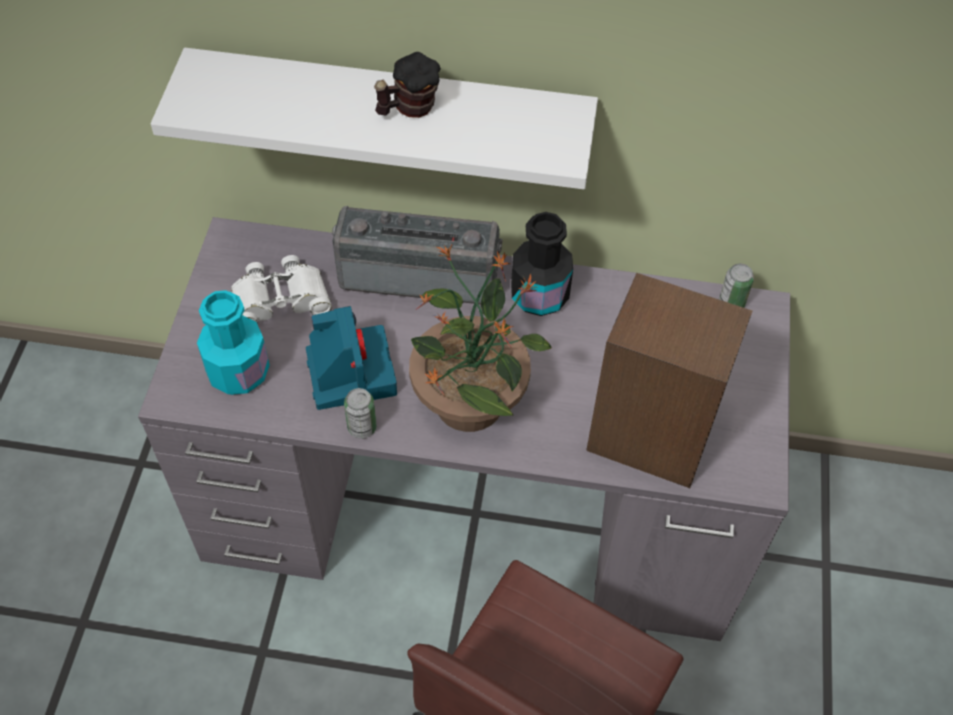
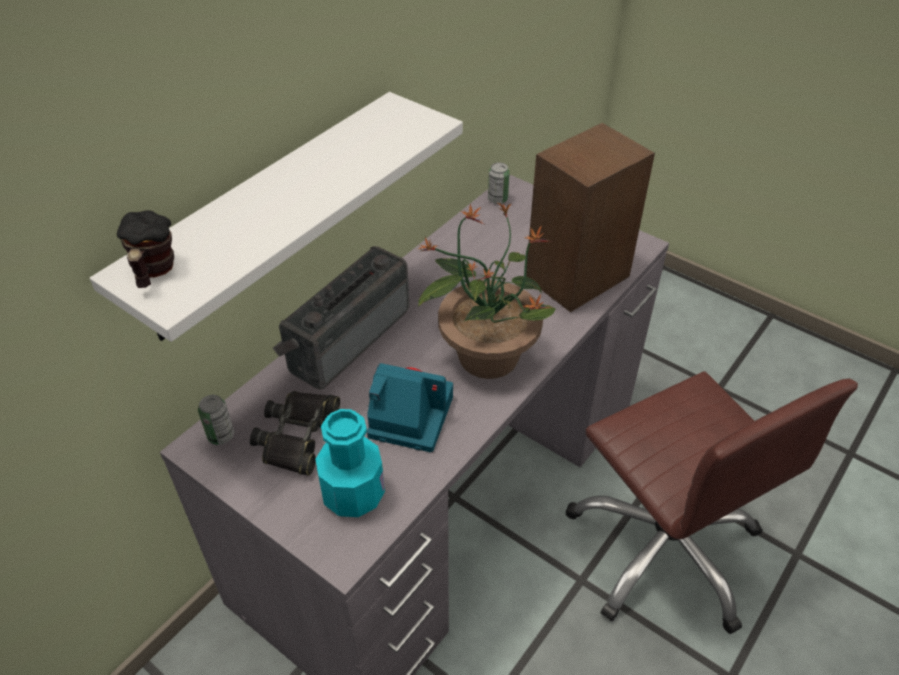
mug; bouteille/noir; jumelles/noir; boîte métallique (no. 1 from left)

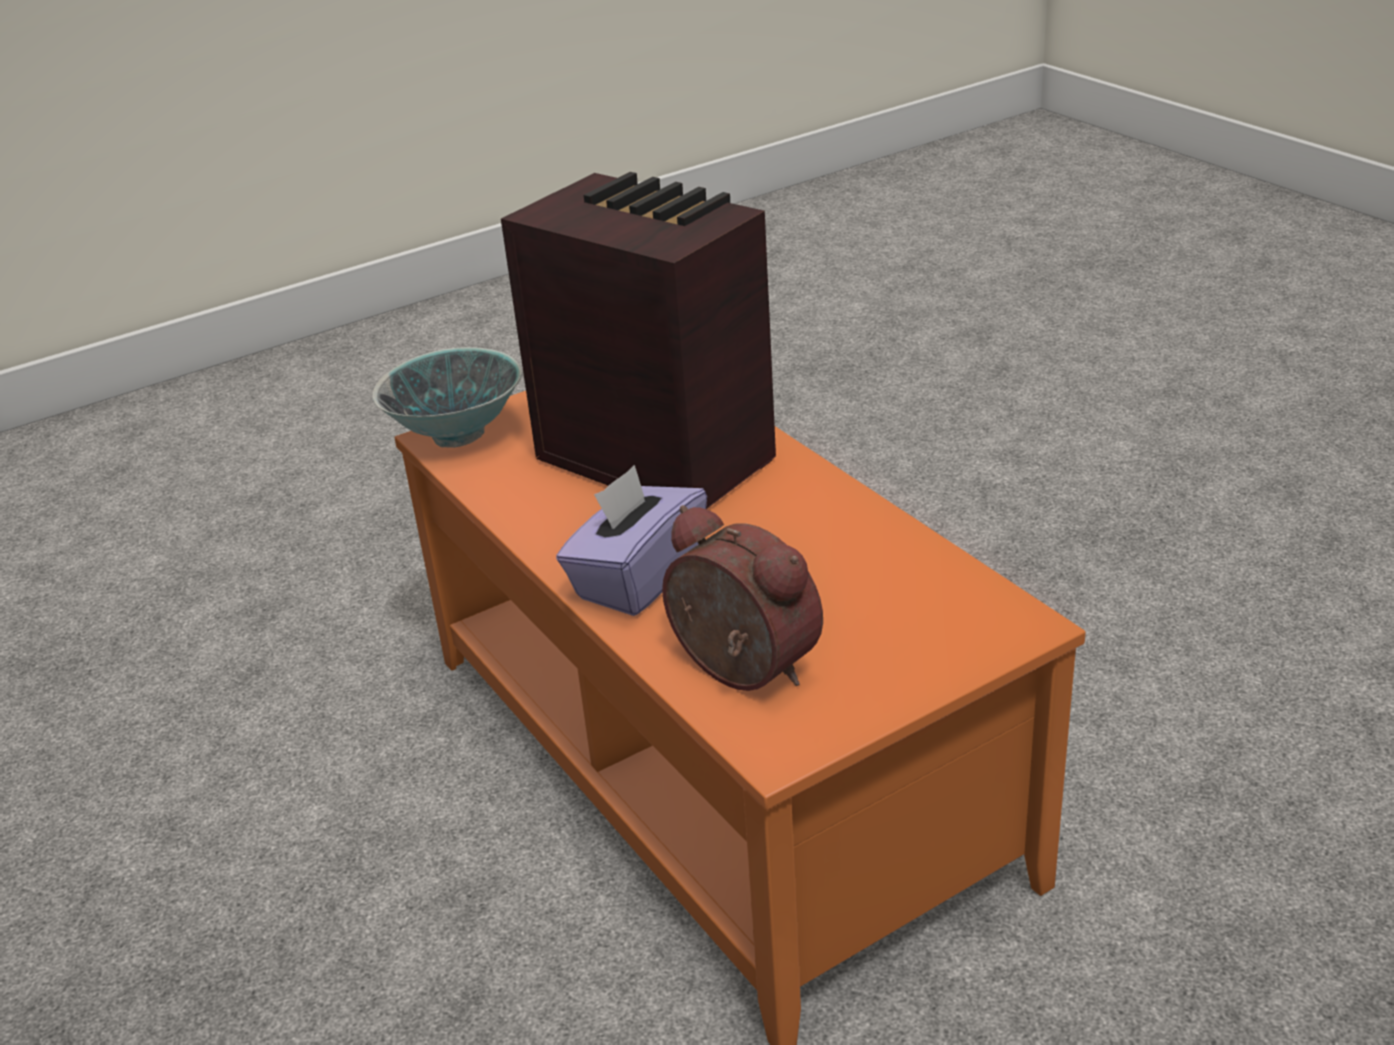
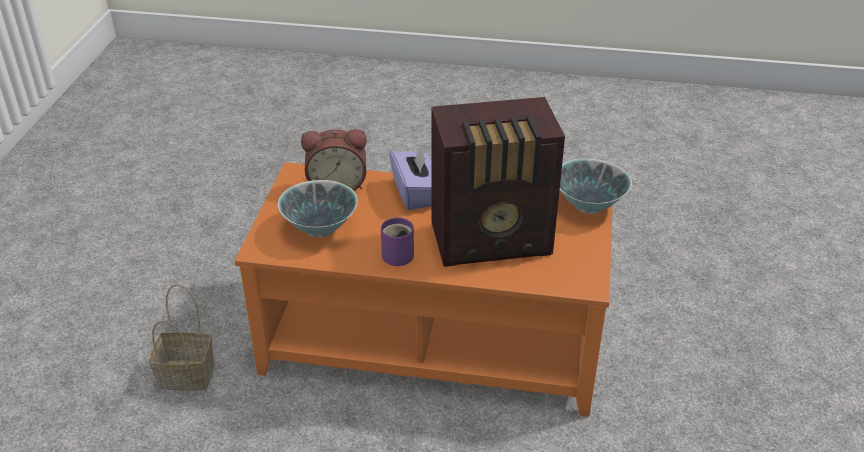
bol (no. 1 from left); mug/violet; panier

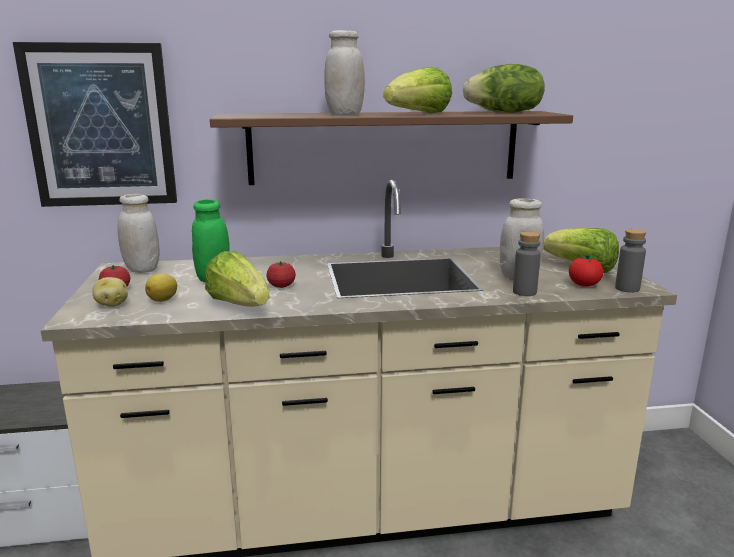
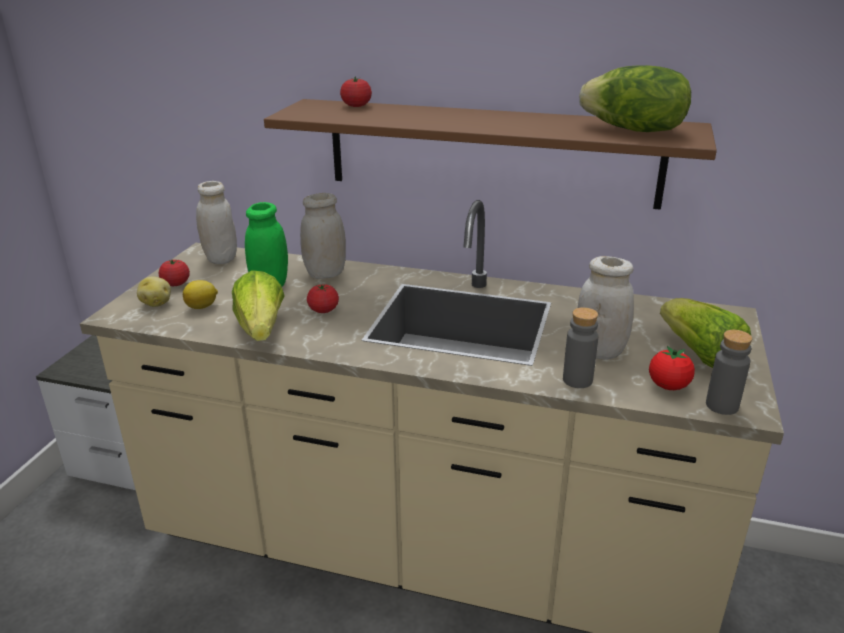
bocal/blanc (no. 2 from left); tableau; laitue (no. 2 from left in the first image); tomate (no. 3 from left)

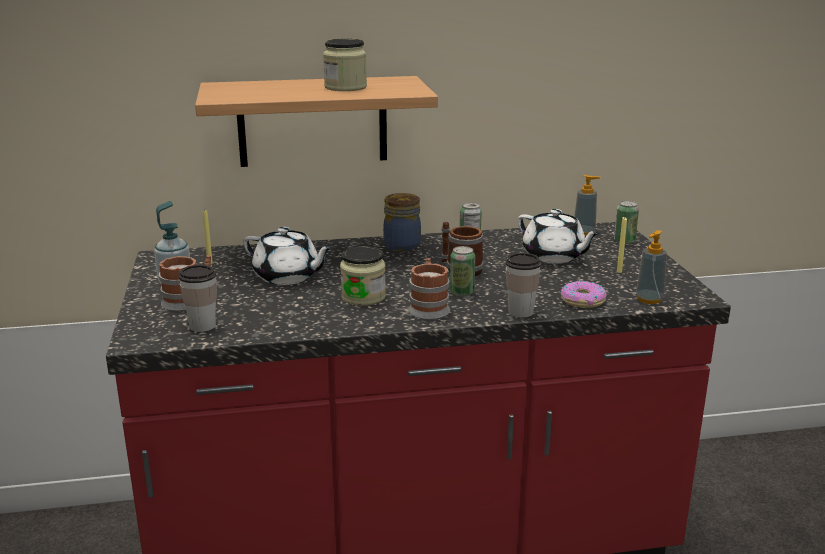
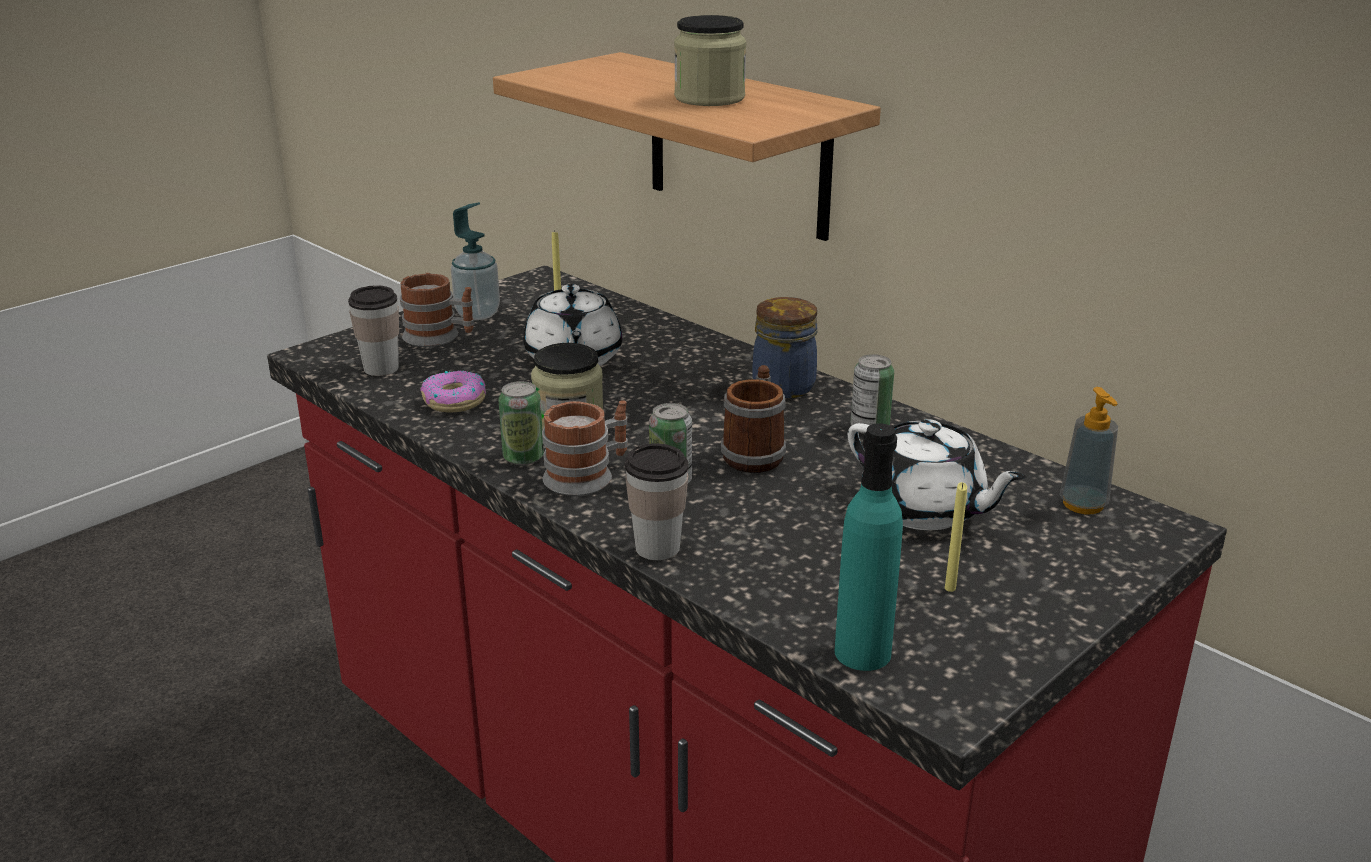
boîte métallique (no. 1 from left); théière/blanc (no. 2 from left); bouteille/turquoise; beignet

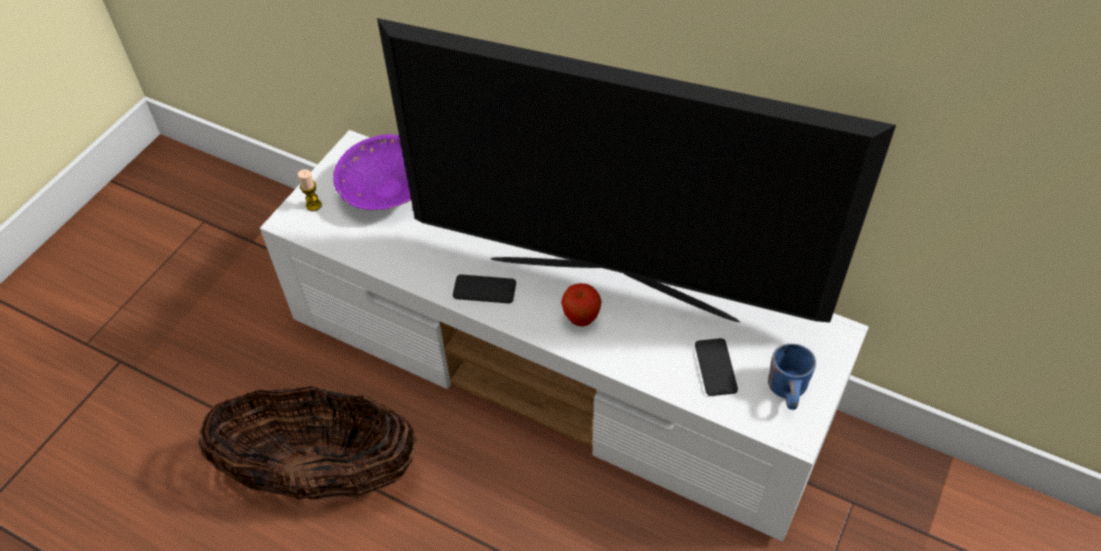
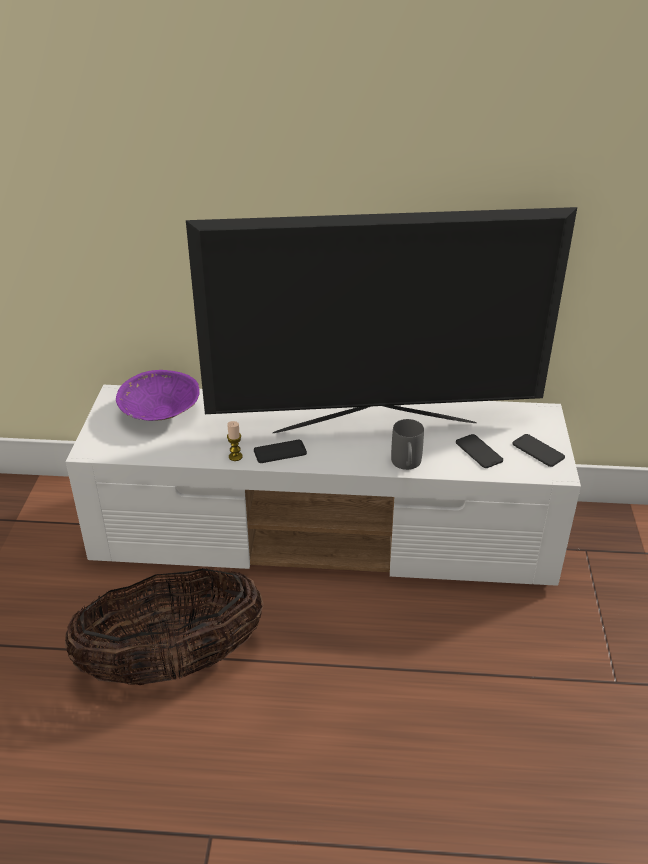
bougie; pomme; téléphone (no. 3 from left); mug/gris

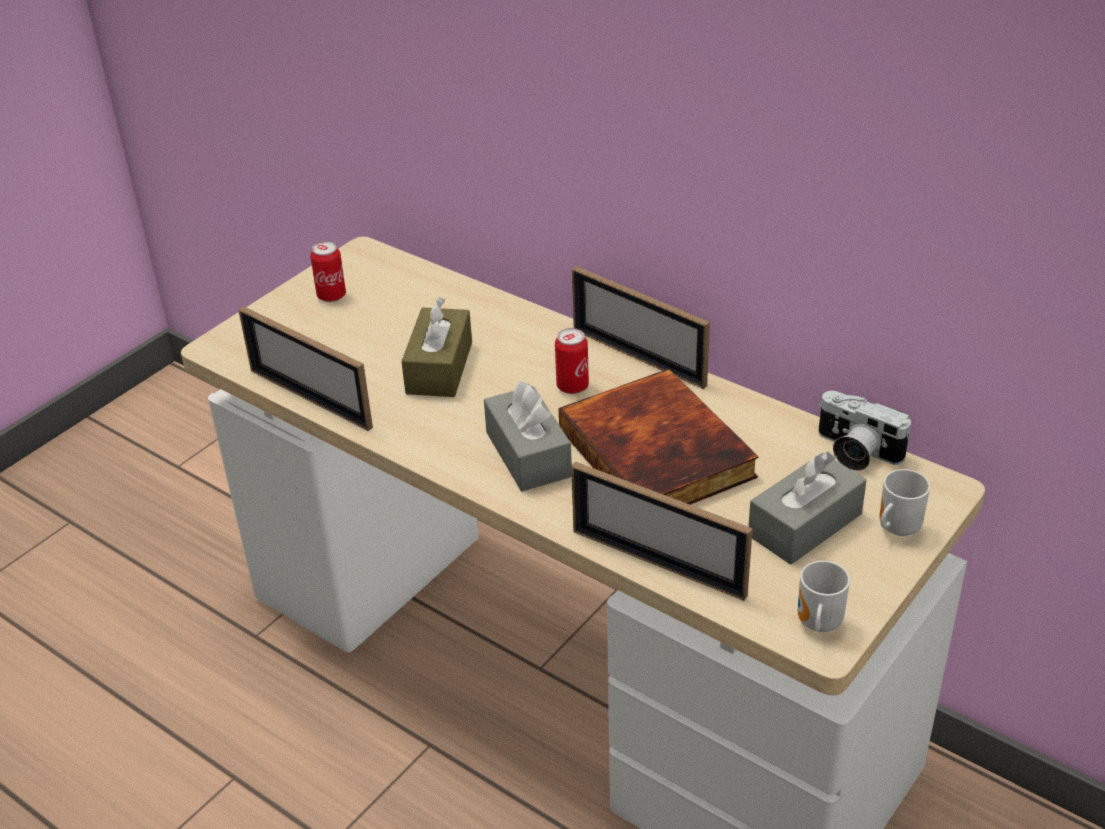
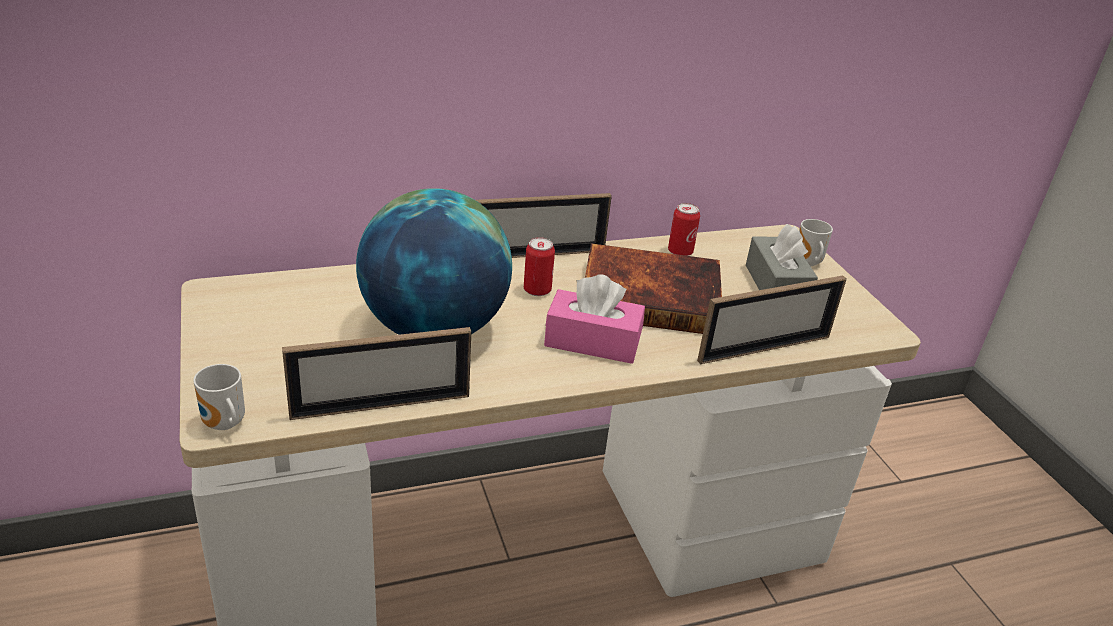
boîte métallique (no. 2 from left); globe; boîte à mouchoirs/rose; appareil photo; mug (no. 1 from left)

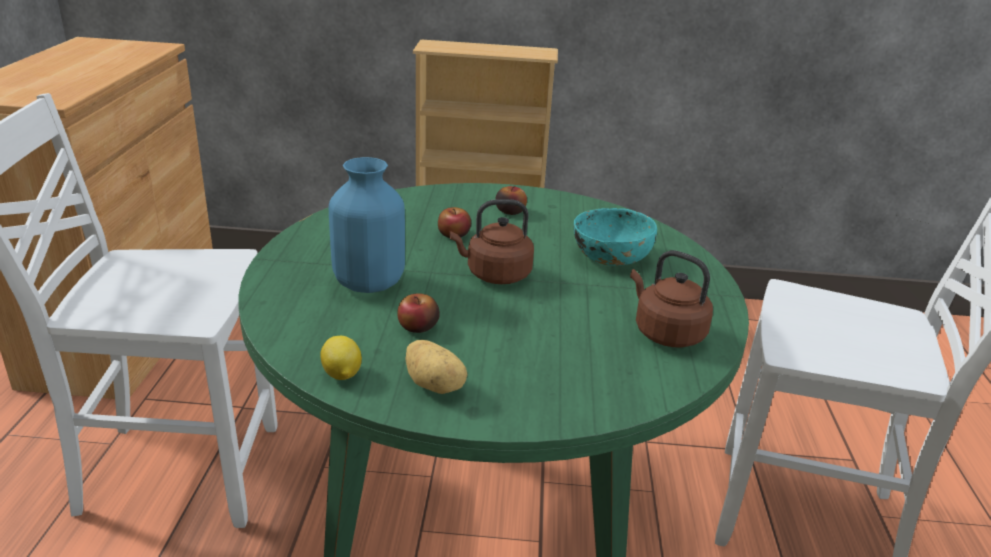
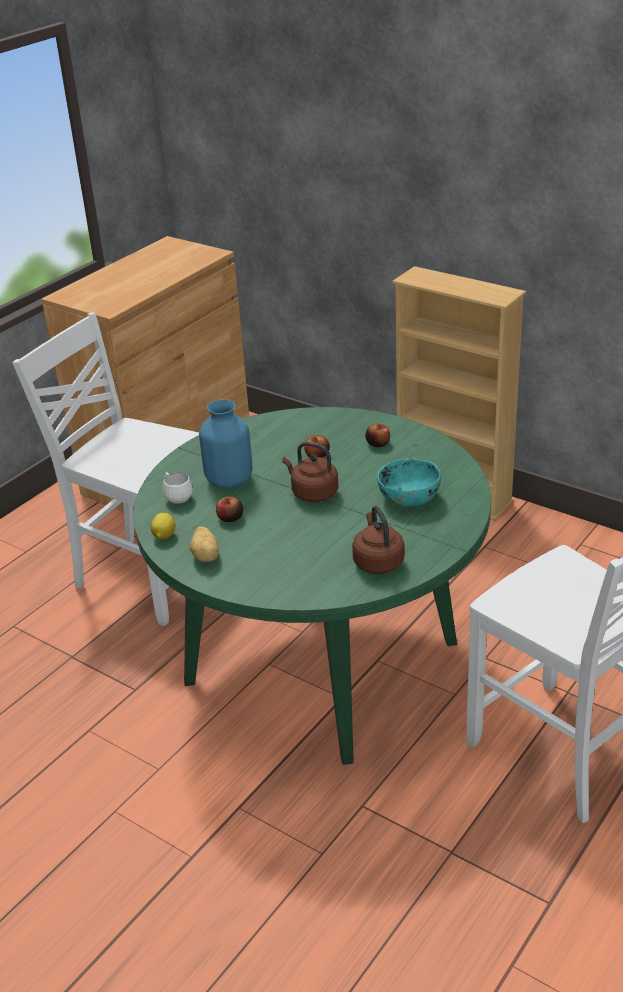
mug/blanc

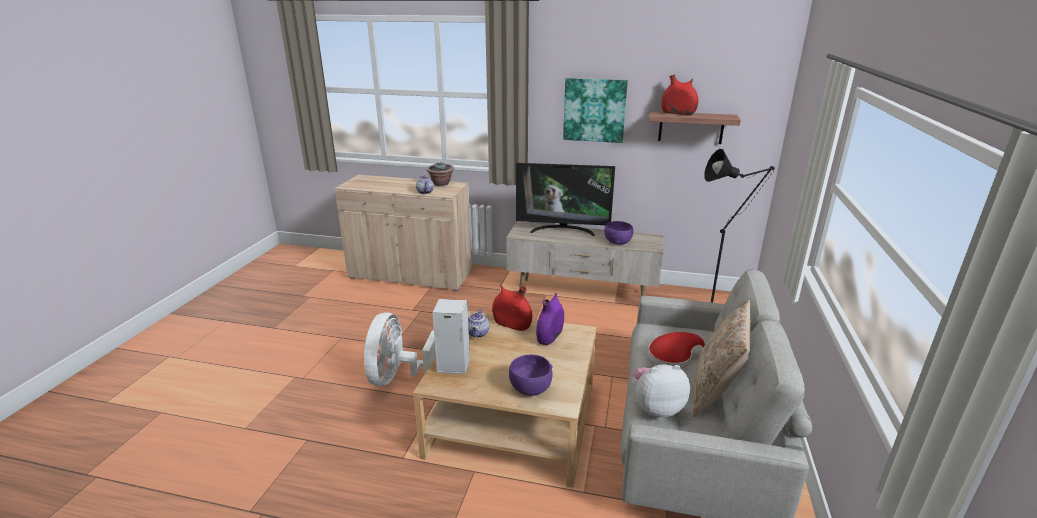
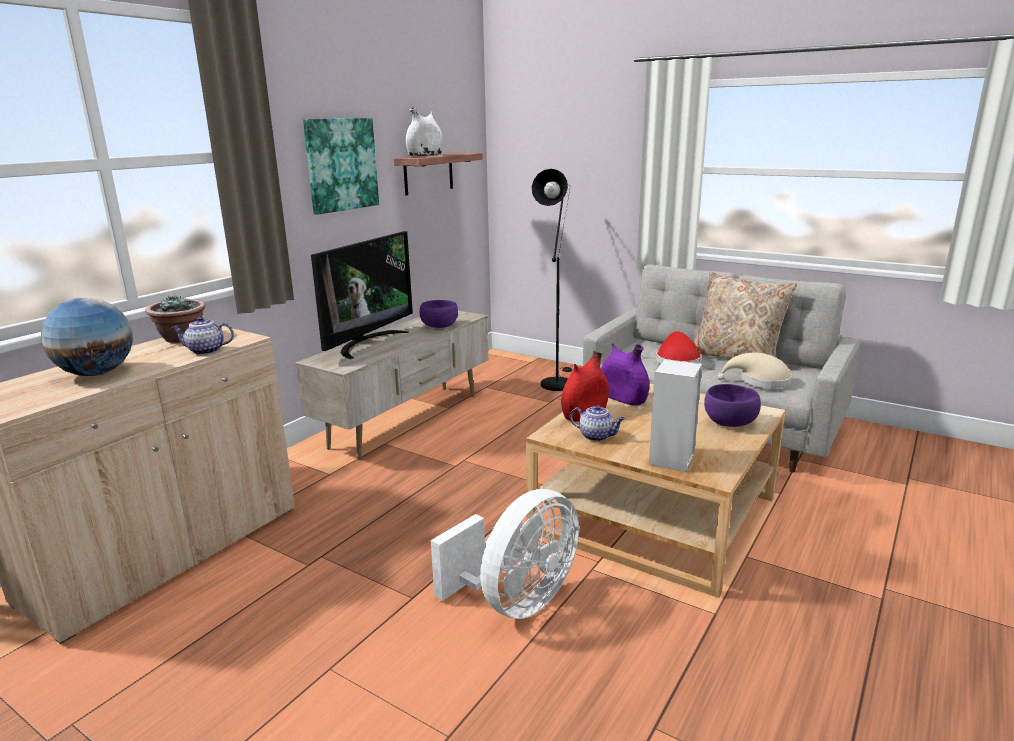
vase/blanc; ventilateur/blanc; chapeau/beige; globe

